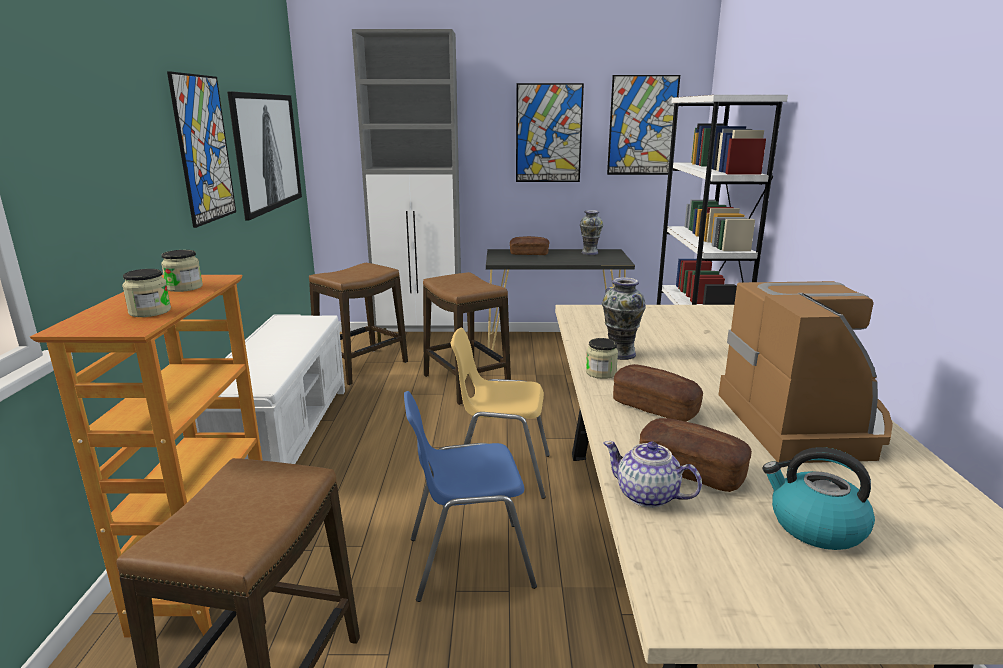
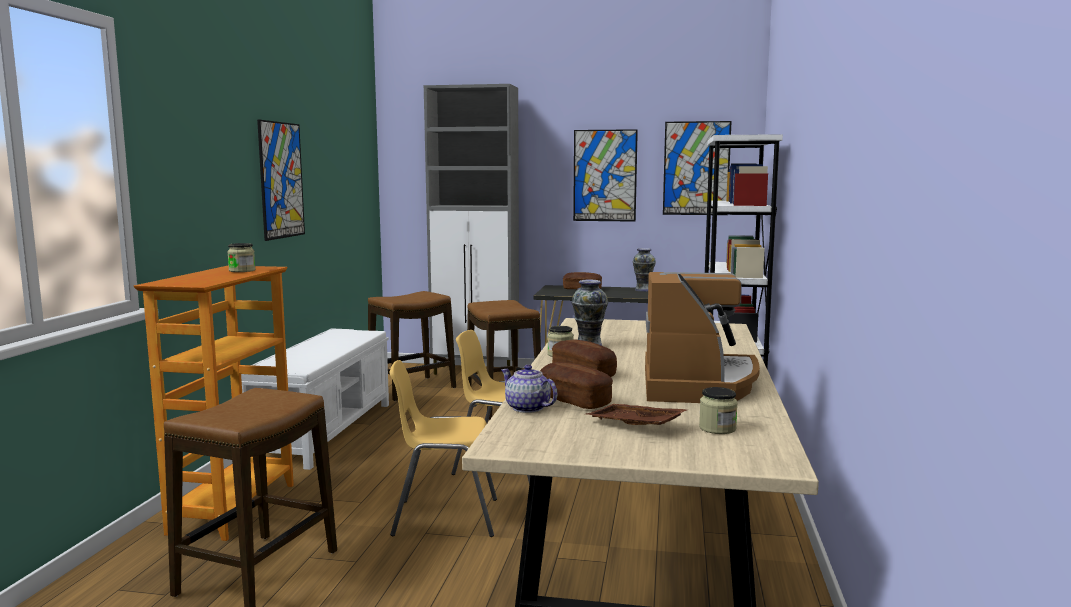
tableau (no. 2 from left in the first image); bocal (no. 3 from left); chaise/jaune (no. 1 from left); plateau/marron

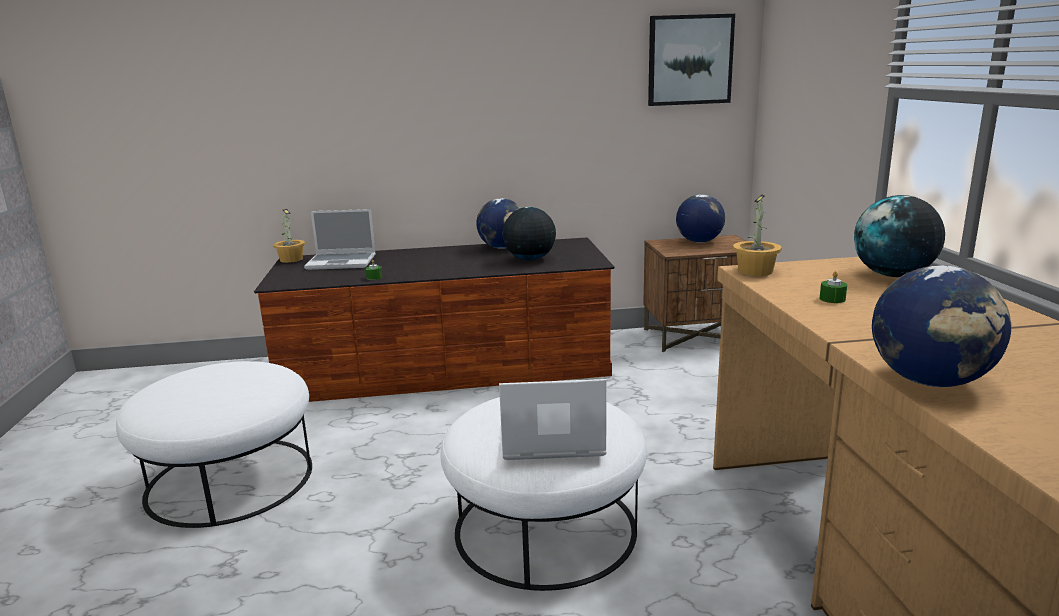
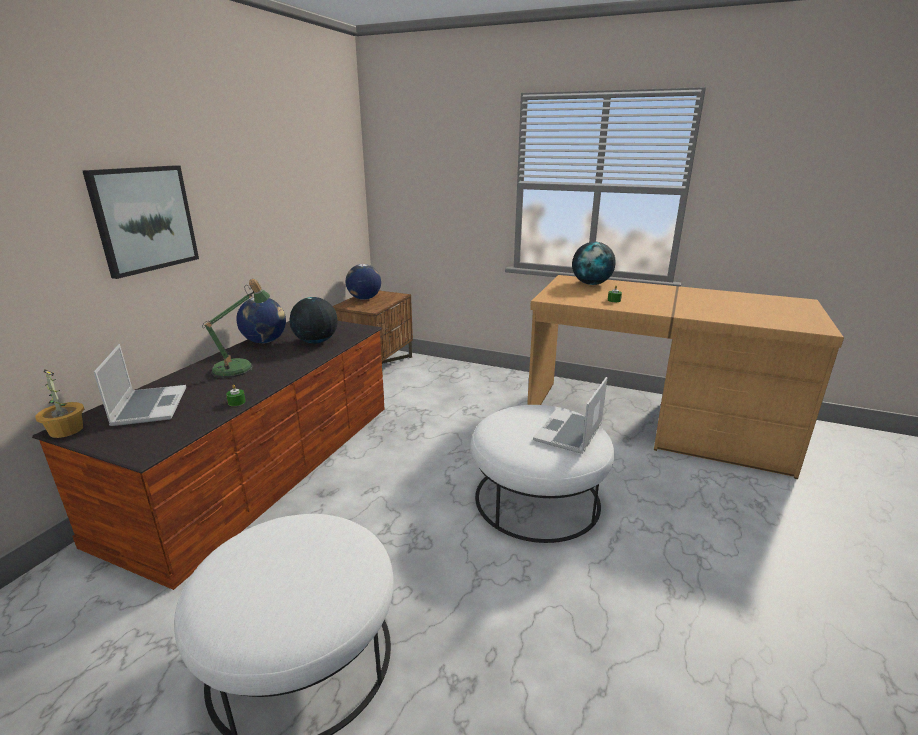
tableau; plante en pot (no. 2 from left in the first image); ordinateur portable (no. 1 from left); globe (no. 5 from left in the first image); lampe de table

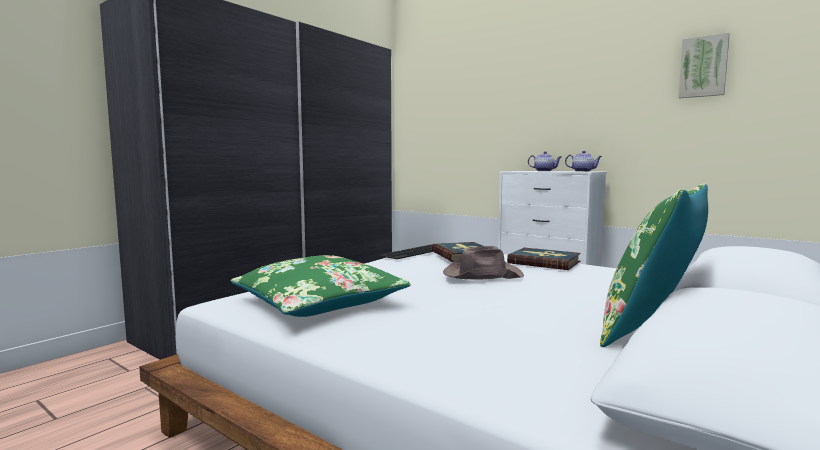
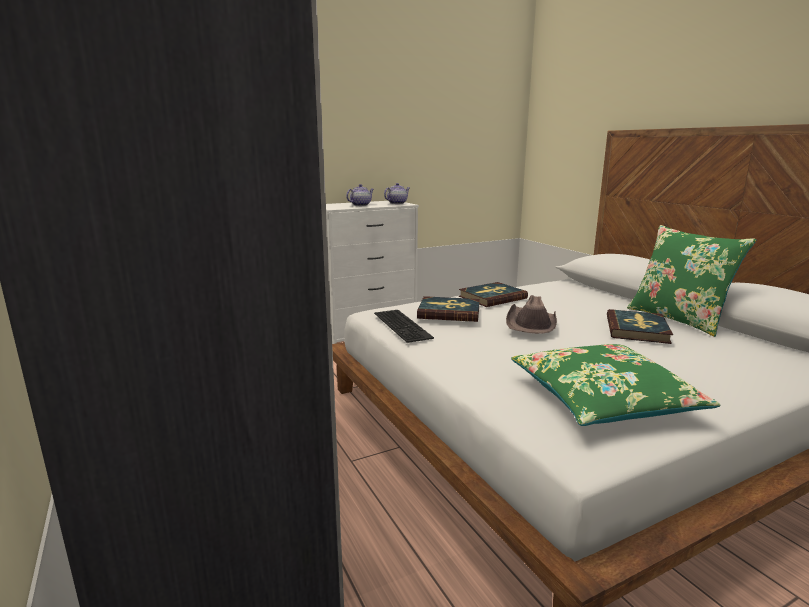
tableau; livre (no. 3 from left)

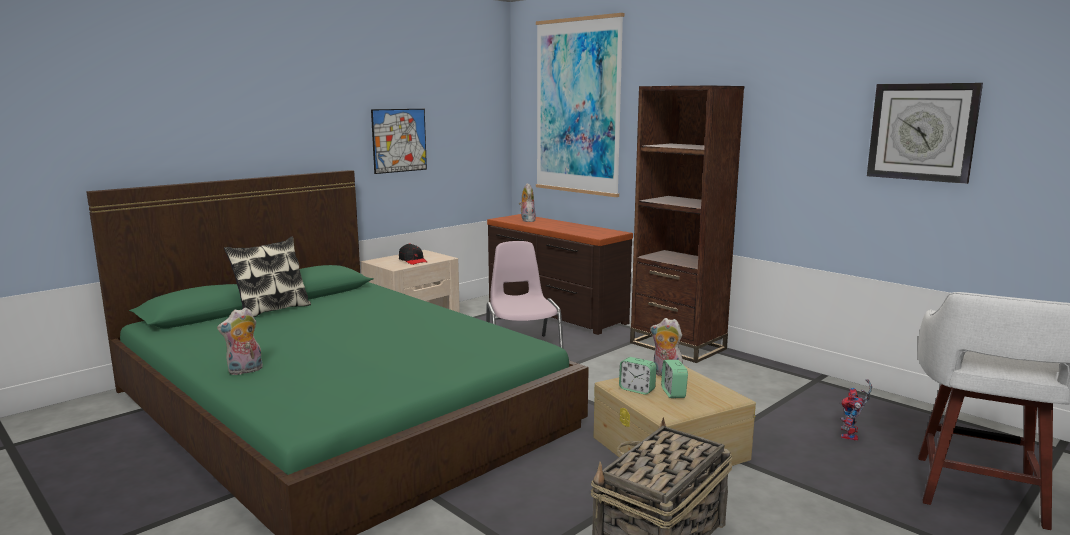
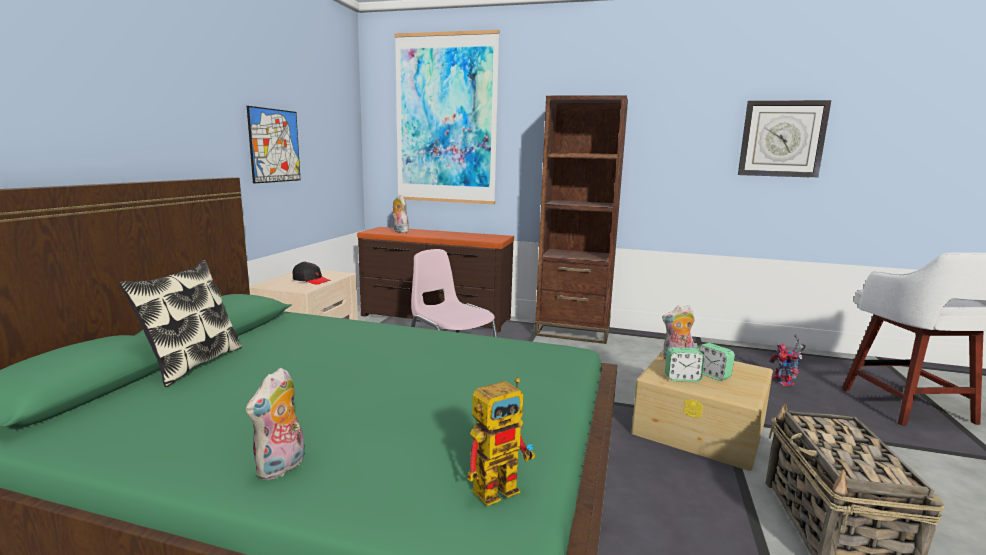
robot jouet (no. 1 from left)

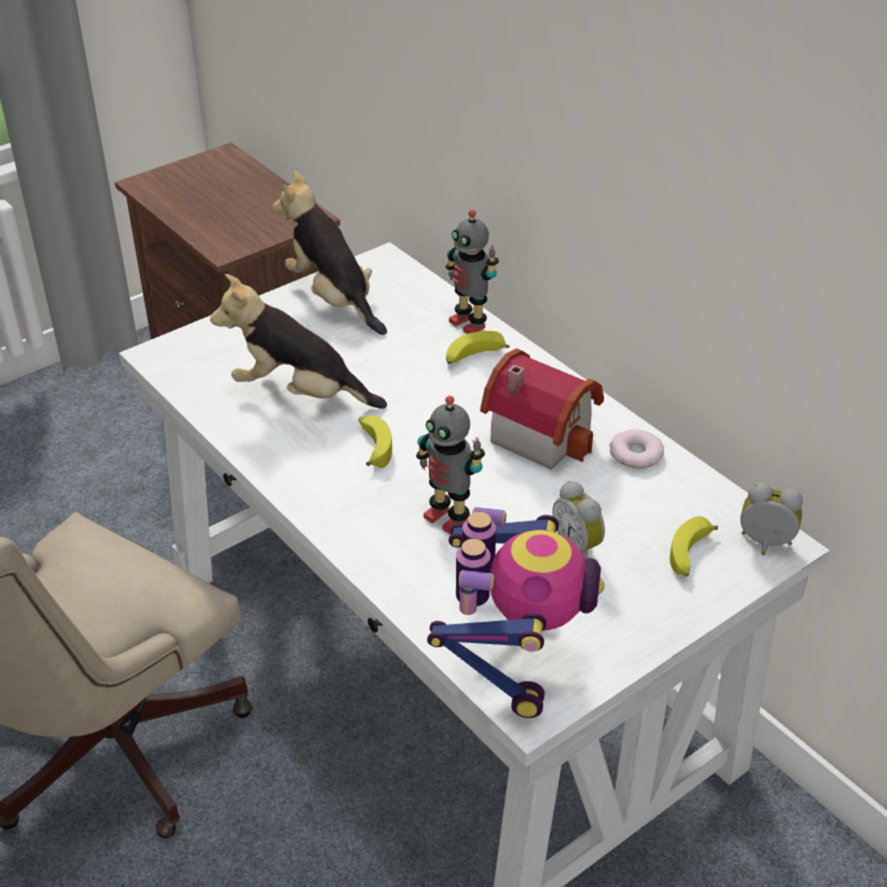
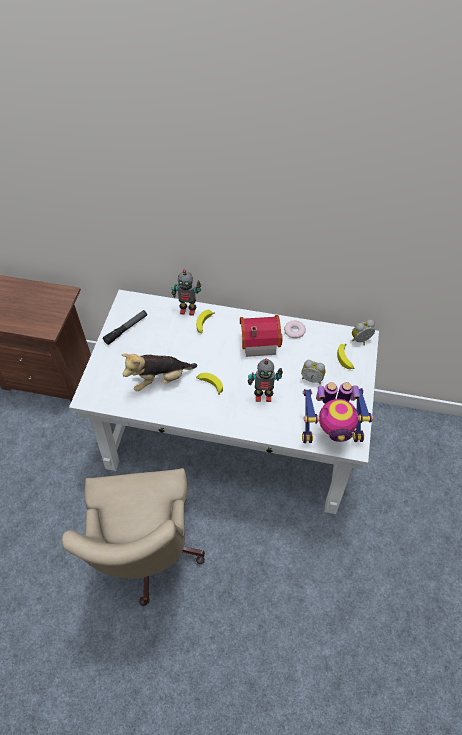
lampe de poche; robot jouet (no. 3 from left)

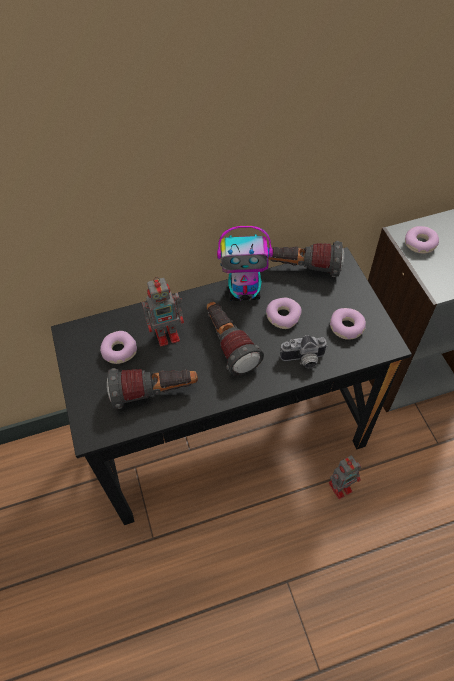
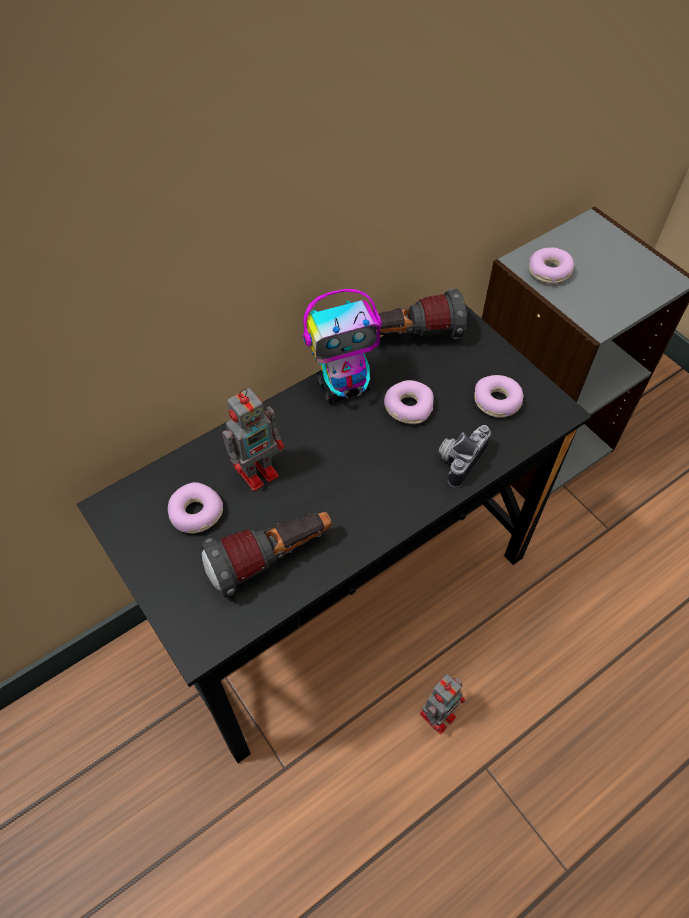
lampe de poche (no. 2 from left in the first image); appareil photo; robot jouet (no. 3 from left)

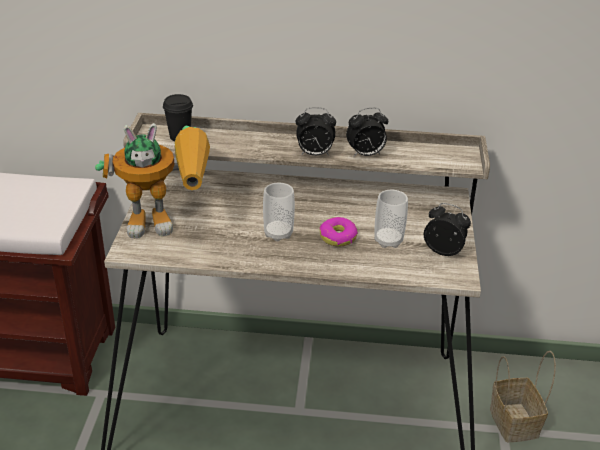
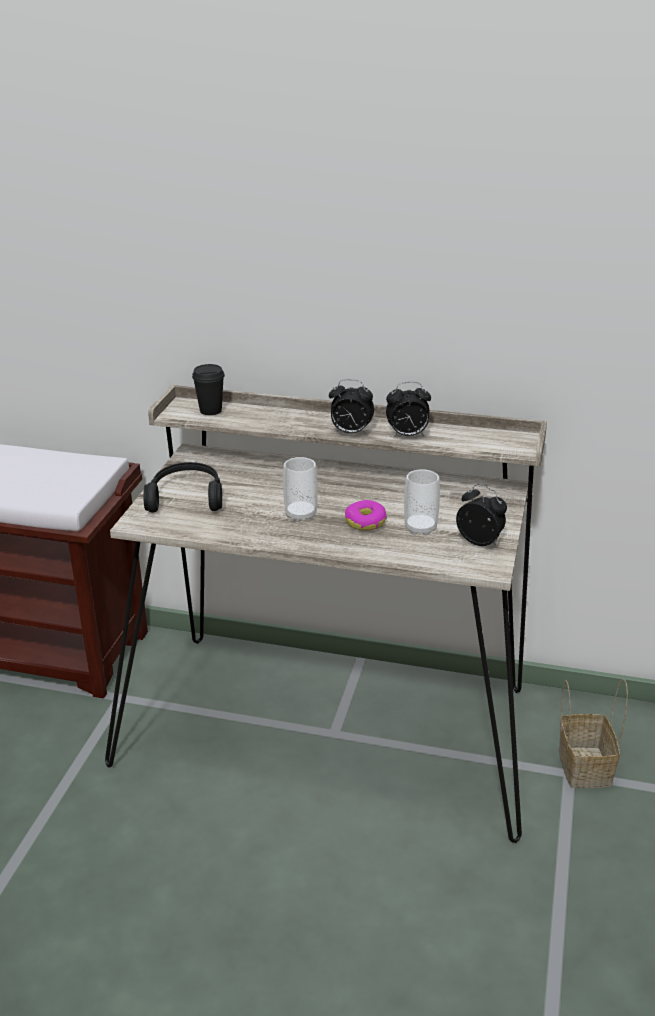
casque audio/noir

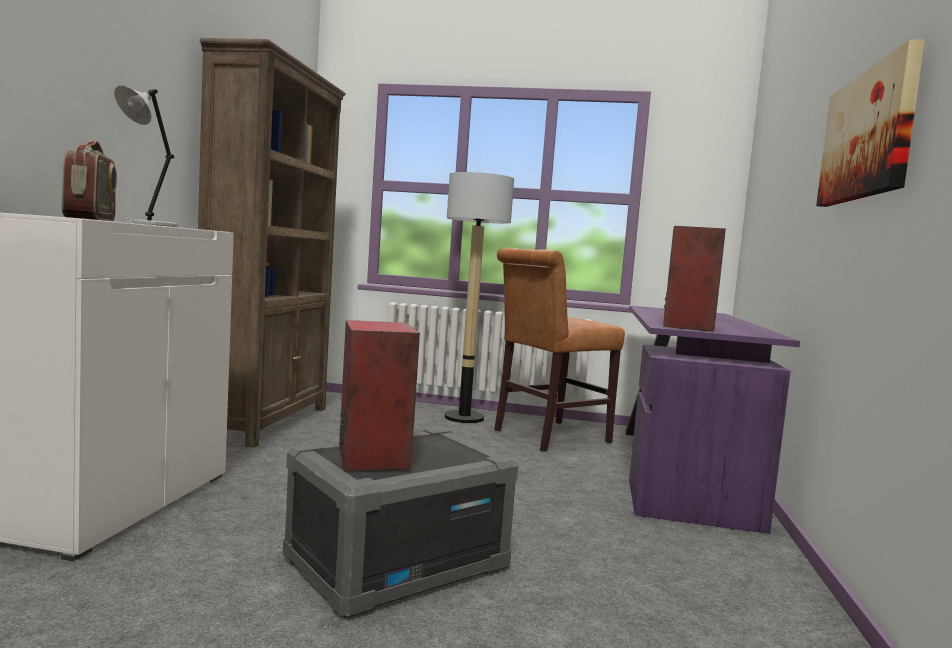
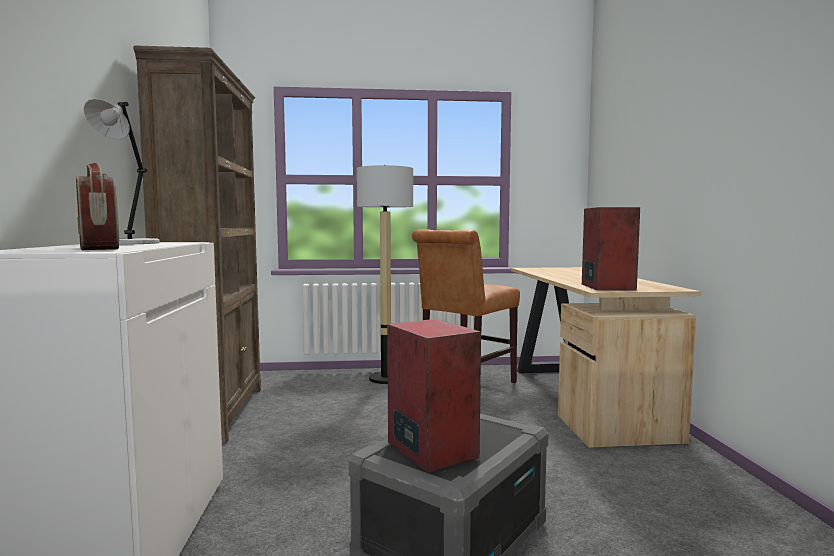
tableau; bureau/beige

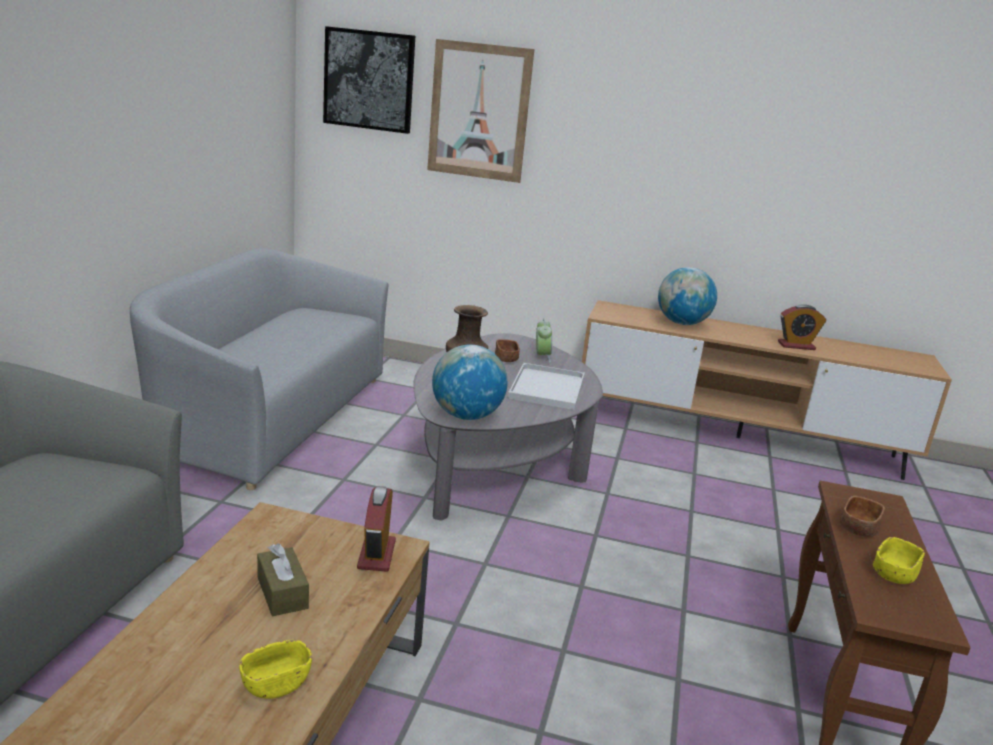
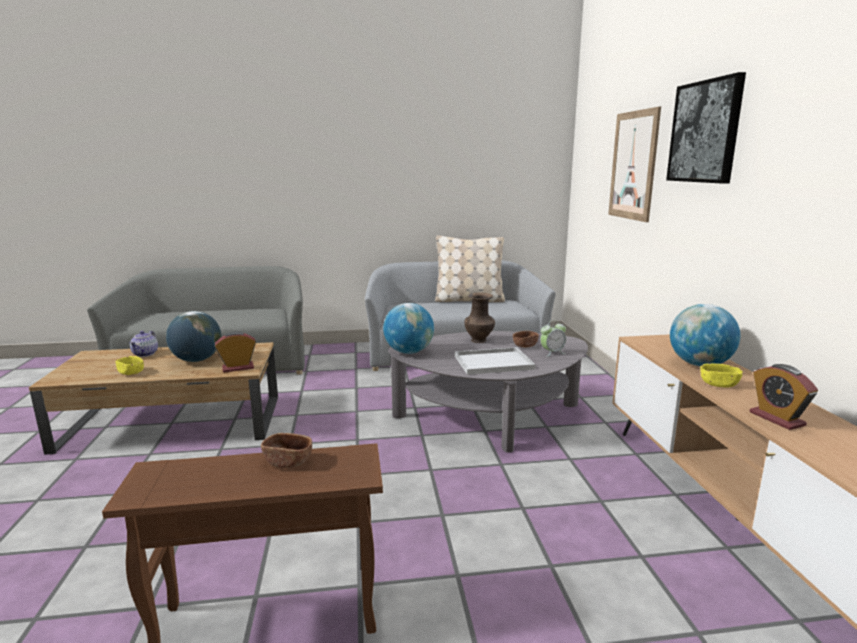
tableau (no. 2 from left); bol/jaune (no. 2 from left); globe (no. 1 from left); coussin/beige; théière

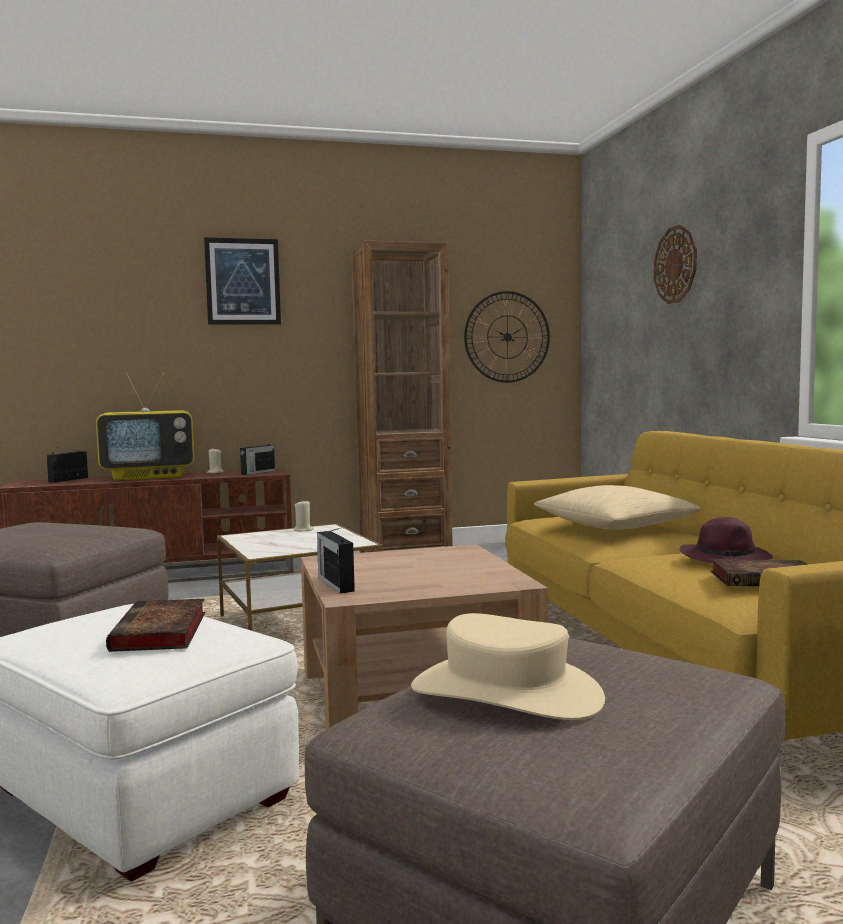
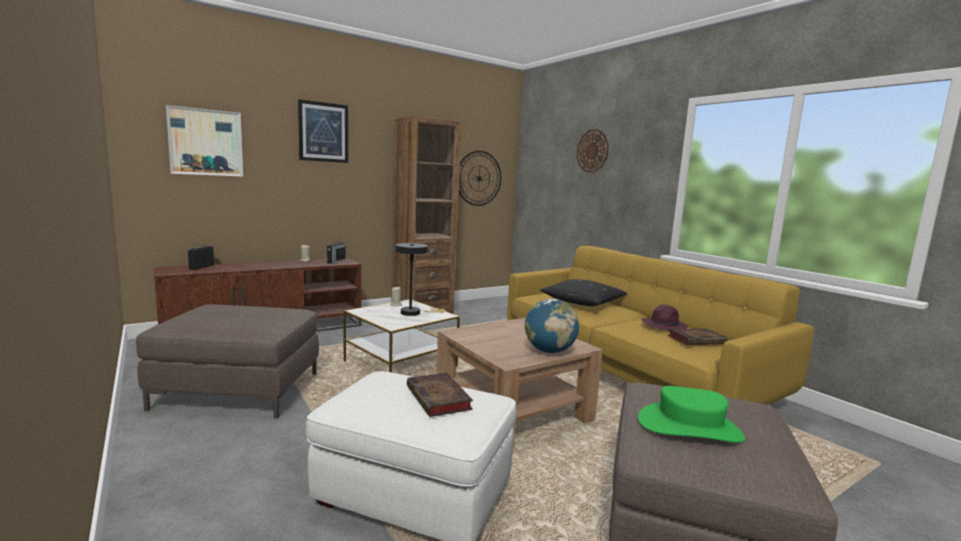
téléviseur; coussin/noir; radio (no. 3 from left in the first image); chapeau/vert; tableau (no. 1 from left); lampe de table/noir; globe

